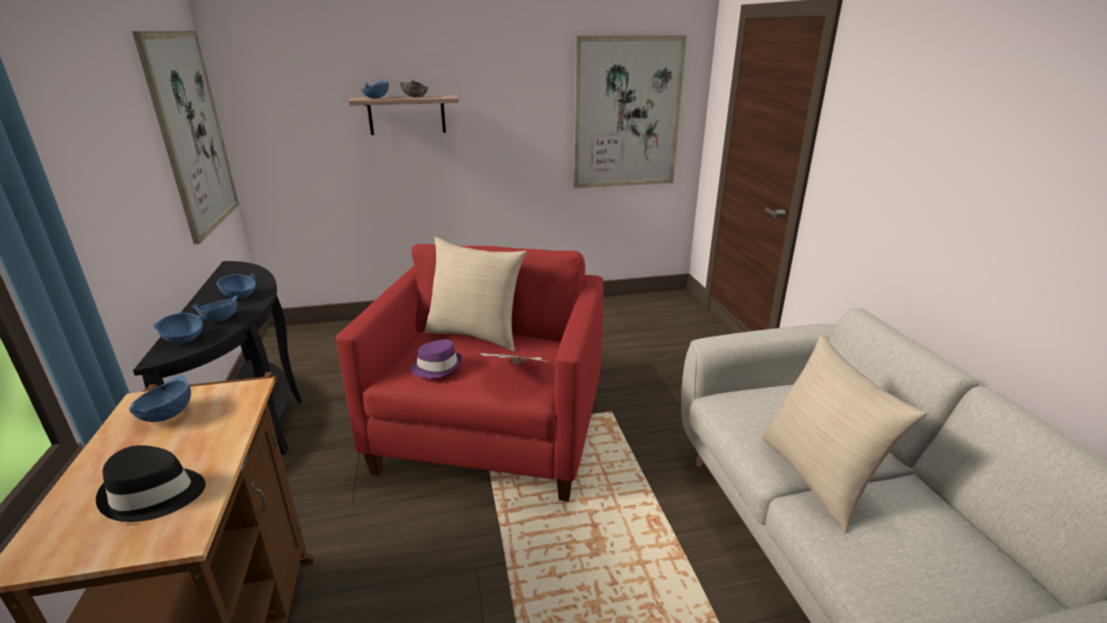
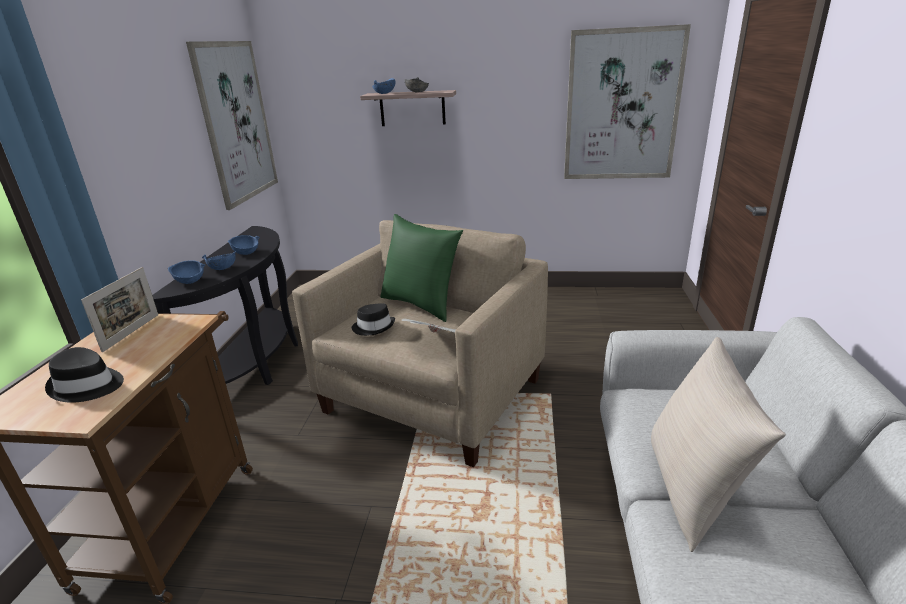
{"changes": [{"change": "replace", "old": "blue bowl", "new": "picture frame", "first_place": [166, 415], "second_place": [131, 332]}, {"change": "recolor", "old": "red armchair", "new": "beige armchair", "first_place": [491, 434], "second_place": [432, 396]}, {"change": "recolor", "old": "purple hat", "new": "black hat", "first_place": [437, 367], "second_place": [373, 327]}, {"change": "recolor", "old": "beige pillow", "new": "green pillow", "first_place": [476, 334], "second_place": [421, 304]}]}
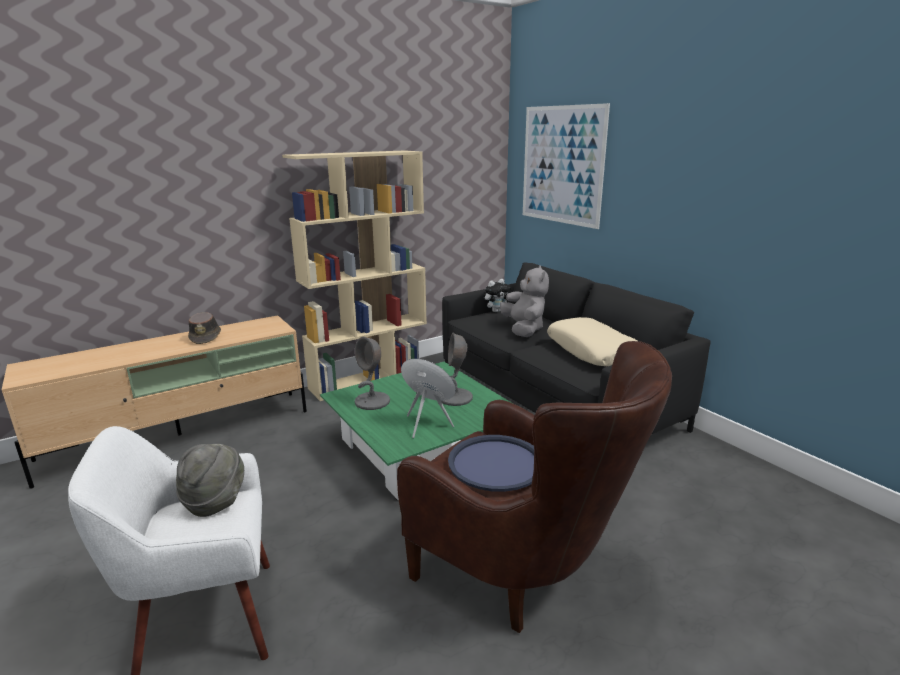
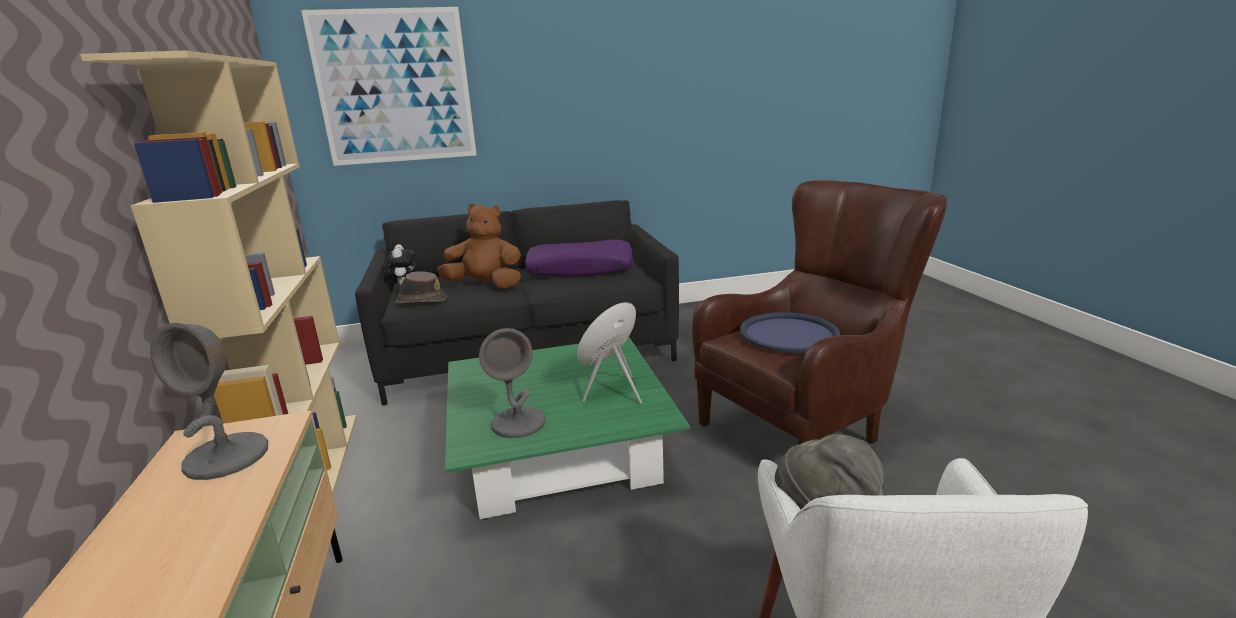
{"changes": [{"change": "move", "old": "grey table lamp", "first_place": [455, 398], "second_place": [227, 457]}, {"change": "move", "old": "brown hat", "first_place": [206, 337], "second_place": [421, 301]}, {"change": "recolor", "old": "grey plush toy", "new": "brown plush toy", "first_place": [524, 329], "second_place": [486, 285]}, {"change": "recolor", "old": "beige pillow", "new": "purple pillow", "first_place": [592, 351], "second_place": [580, 269]}]}
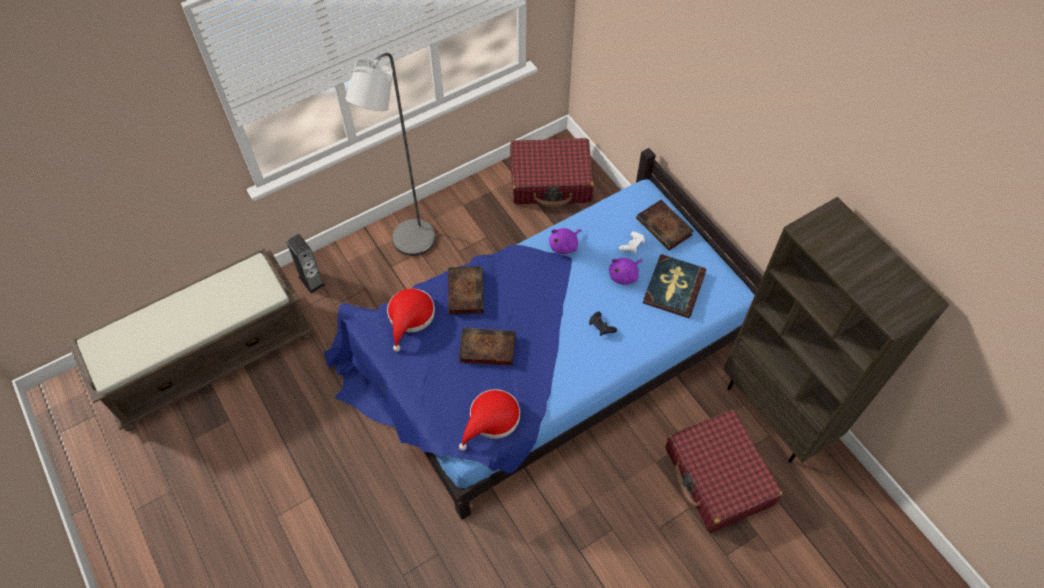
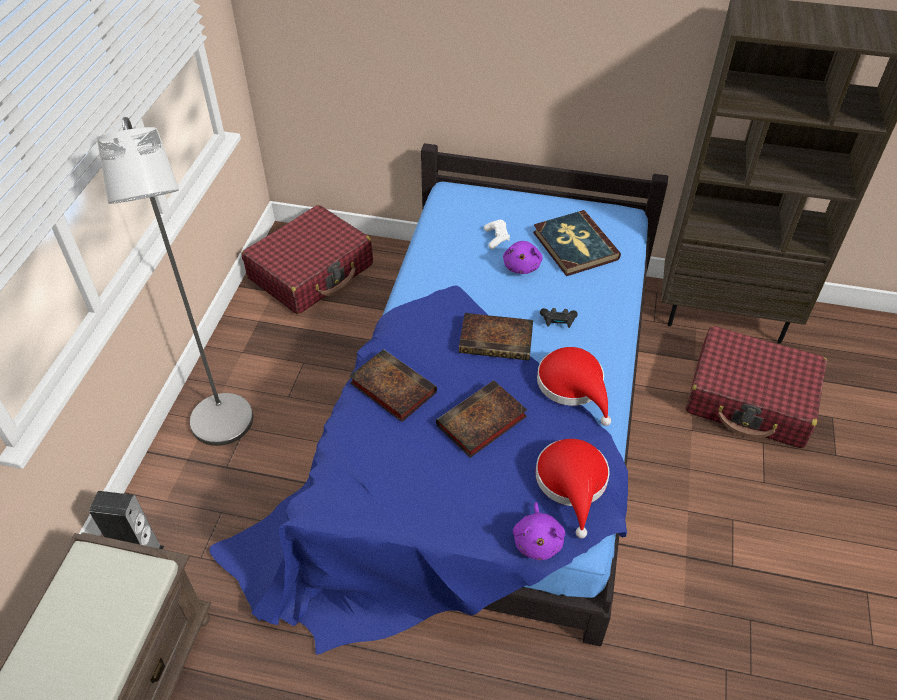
{"changes": [{"change": "move", "old": "book", "first_place": [665, 228], "second_place": [498, 340]}, {"change": "move", "old": "purple plush toy", "first_place": [564, 245], "second_place": [538, 541]}, {"change": "move", "old": "red hat", "first_place": [410, 317], "second_place": [573, 386]}]}
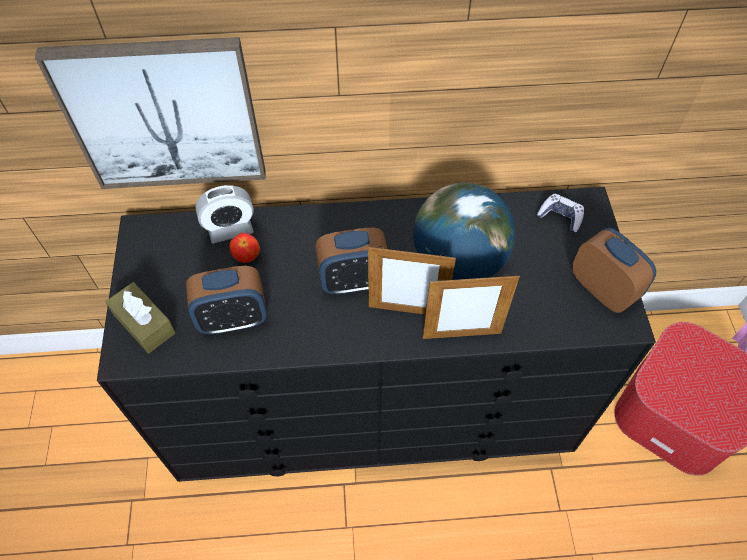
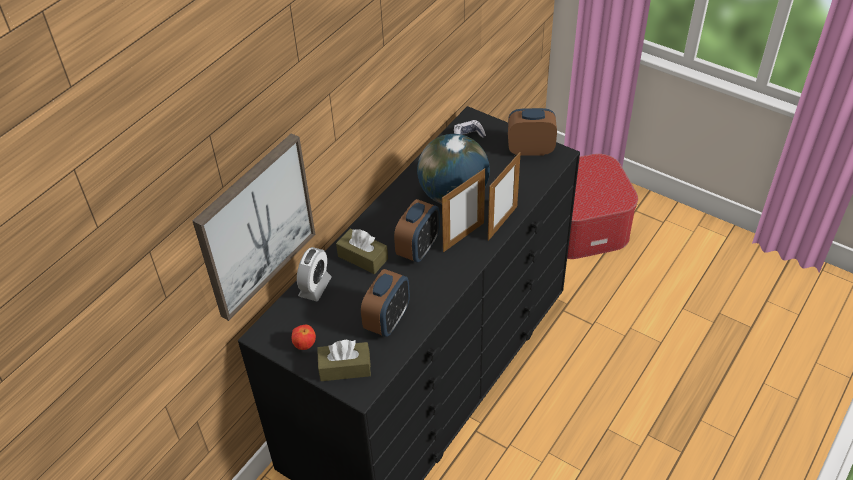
{"changes": [{"change": "move", "old": "apple", "first_place": [247, 257], "second_place": [305, 345]}, {"change": "insert", "new": "brown tissue box", "second_place": [363, 257]}]}
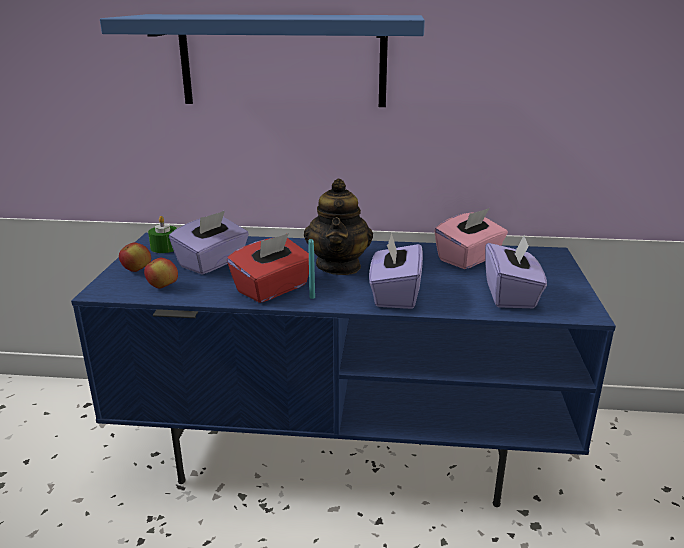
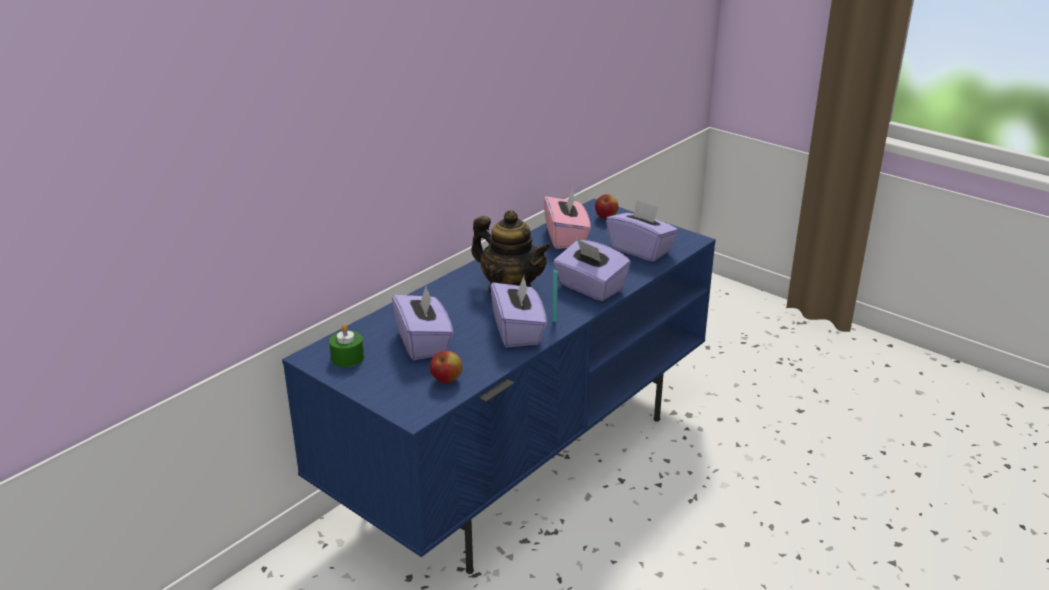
{"changes": [{"change": "recolor", "old": "red tissue box", "new": "purple tissue box", "first_place": [273, 289], "second_place": [518, 331]}, {"change": "move", "old": "apple", "first_place": [137, 270], "second_place": [606, 217]}, {"change": "delete", "old": "blue shelf", "first_place": [282, 61]}]}
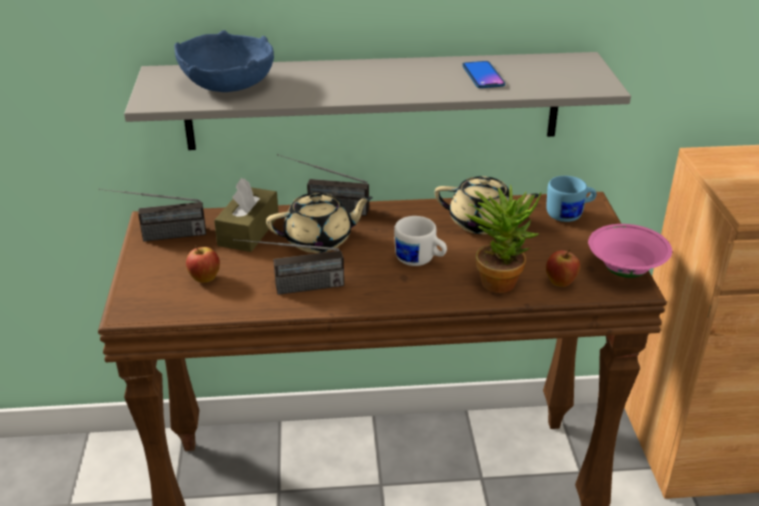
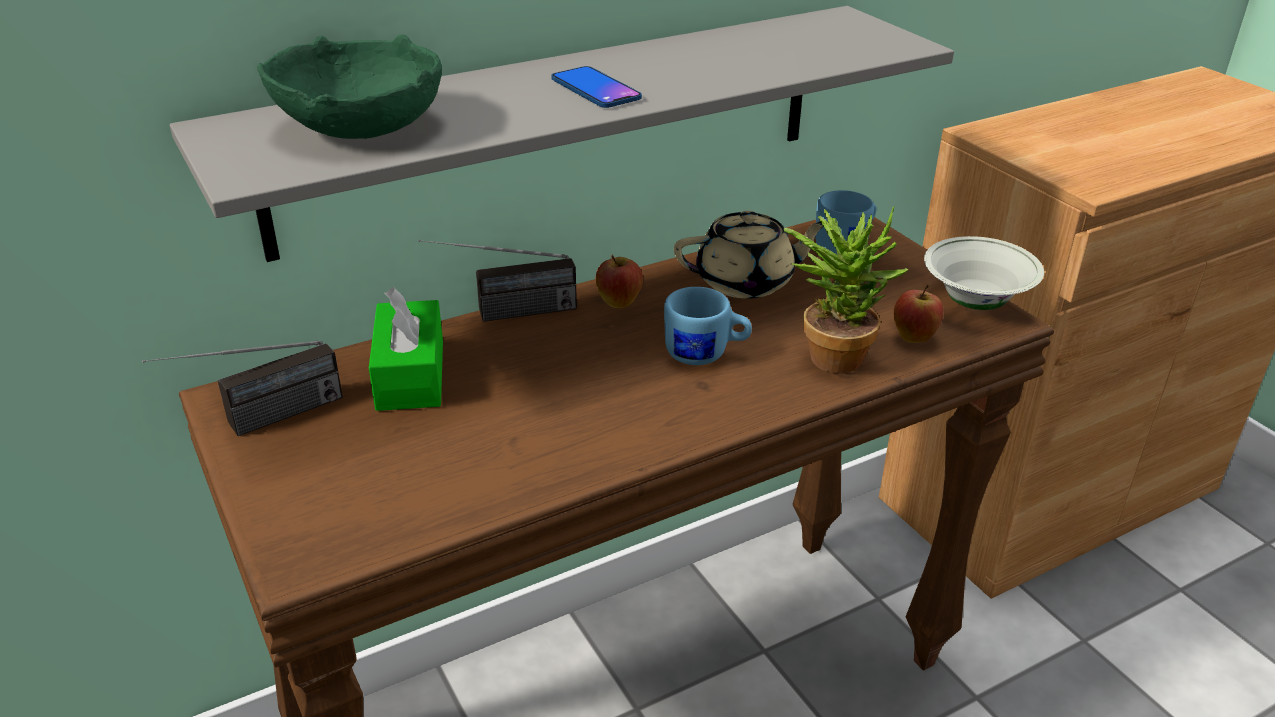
{"changes": [{"change": "recolor", "old": "blue bowl", "new": "green bowl", "first_place": [228, 84], "second_place": [362, 126]}, {"change": "recolor", "old": "brown tissue box", "new": "green tissue box", "first_place": [248, 231], "second_place": [410, 374]}, {"change": "move", "old": "phone", "first_place": [483, 76], "second_place": [595, 89]}, {"change": "move", "old": "apple", "first_place": [205, 279], "second_place": [619, 304]}, {"change": "recolor", "old": "white mug", "new": "blue mug", "first_place": [420, 260], "second_place": [706, 355]}, {"change": "recolor", "old": "pink bowl", "new": "white bowl", "first_place": [625, 271], "second_place": [975, 302]}, {"change": "delete", "old": "radio", "first_place": [291, 289]}, {"change": "delete", "old": "beige teapot", "first_place": [319, 240]}]}
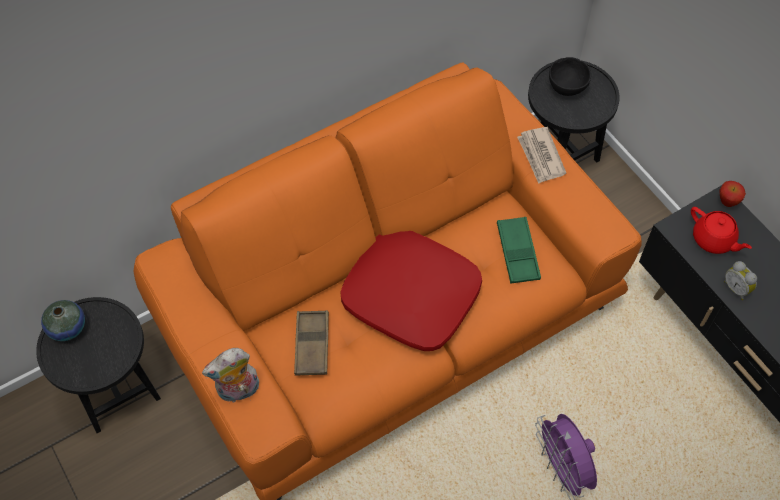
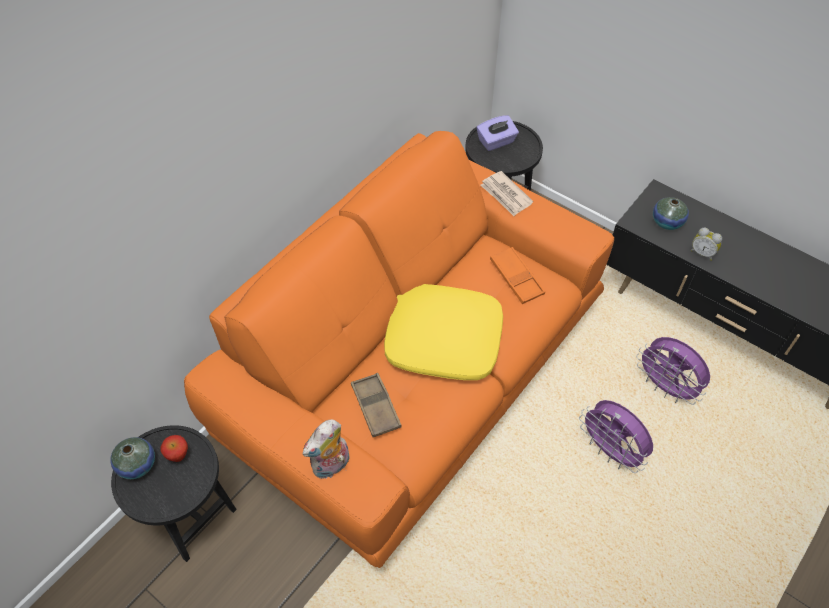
{"changes": [{"change": "move", "old": "apple", "first_place": [727, 202], "second_place": [178, 456]}, {"change": "recolor", "old": "red pillow", "new": "yellow pillow", "first_place": [411, 296], "second_place": [444, 339]}, {"change": "replace", "old": "black bowl", "new": "purple tissue box", "first_place": [567, 87], "second_place": [496, 142]}, {"change": "recolor", "old": "green tray", "new": "orange tray", "first_place": [517, 253], "second_place": [516, 278]}, {"change": "insert", "new": "purple fan", "second_place": [666, 387]}, {"change": "replace", "old": "red teapot", "new": "vase", "first_place": [713, 240], "second_place": [667, 222]}]}
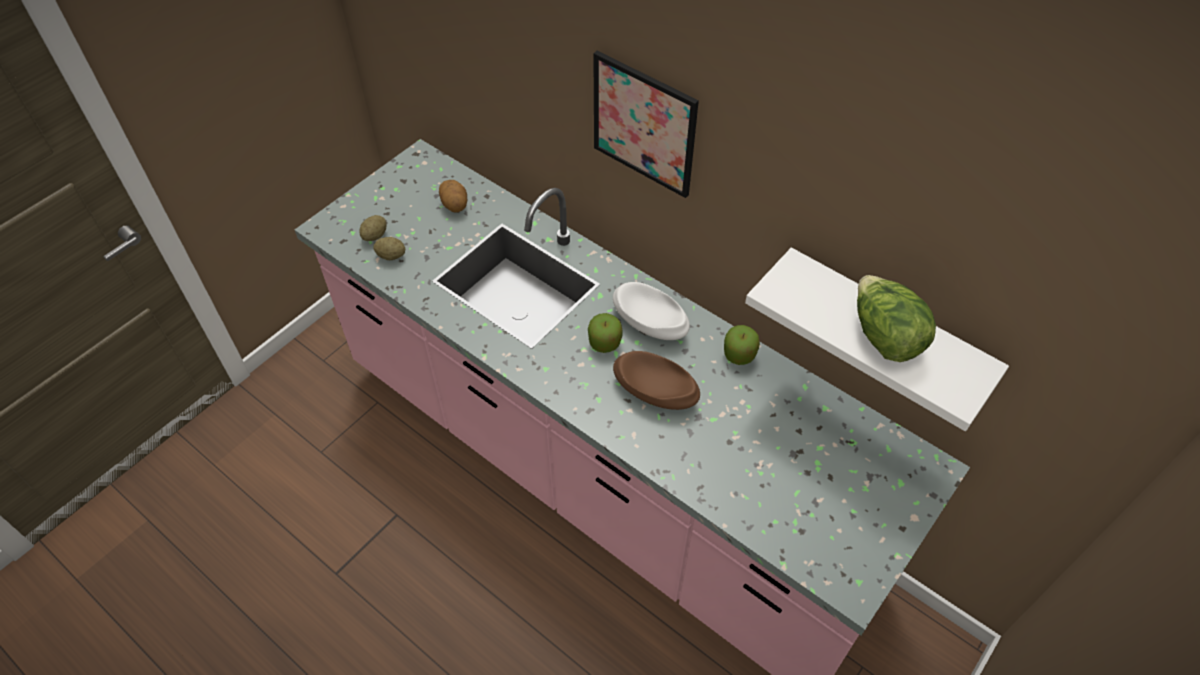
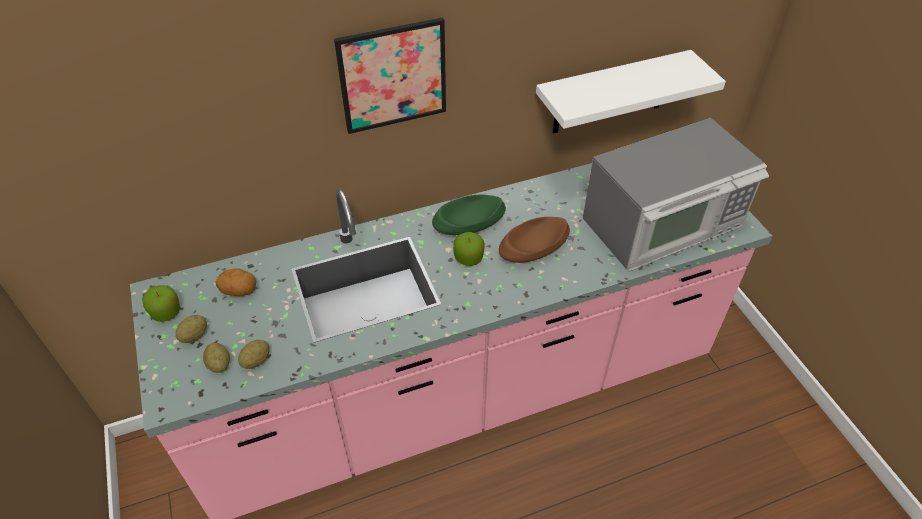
{"changes": [{"change": "move", "old": "apple", "first_place": [739, 354], "second_place": [166, 312]}, {"change": "insert", "new": "potato", "second_place": [194, 336]}, {"change": "recolor", "old": "white bowl", "new": "green bowl", "first_place": [650, 322], "second_place": [469, 225]}, {"change": "insert", "new": "microwave", "second_place": [664, 224]}, {"change": "delete", "old": "lettuce", "first_place": [883, 337]}]}
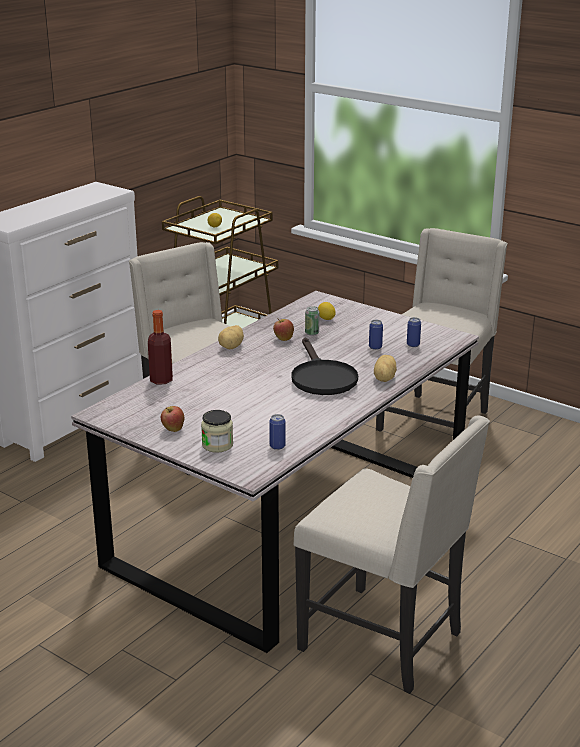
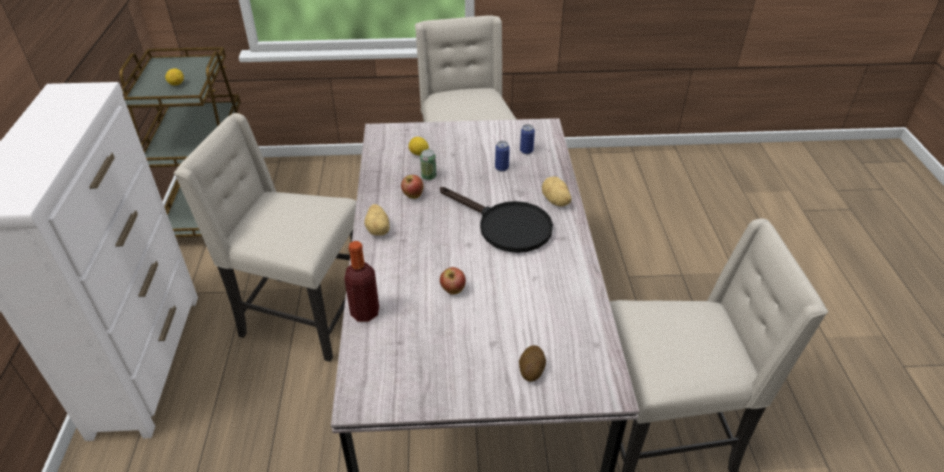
{"changes": [{"change": "move", "old": "apple", "first_place": [173, 429], "second_place": [453, 290]}, {"change": "replace", "old": "jar", "new": "potato", "first_place": [217, 445], "second_place": [531, 370]}, {"change": "delete", "old": "can", "first_place": [277, 446]}]}
